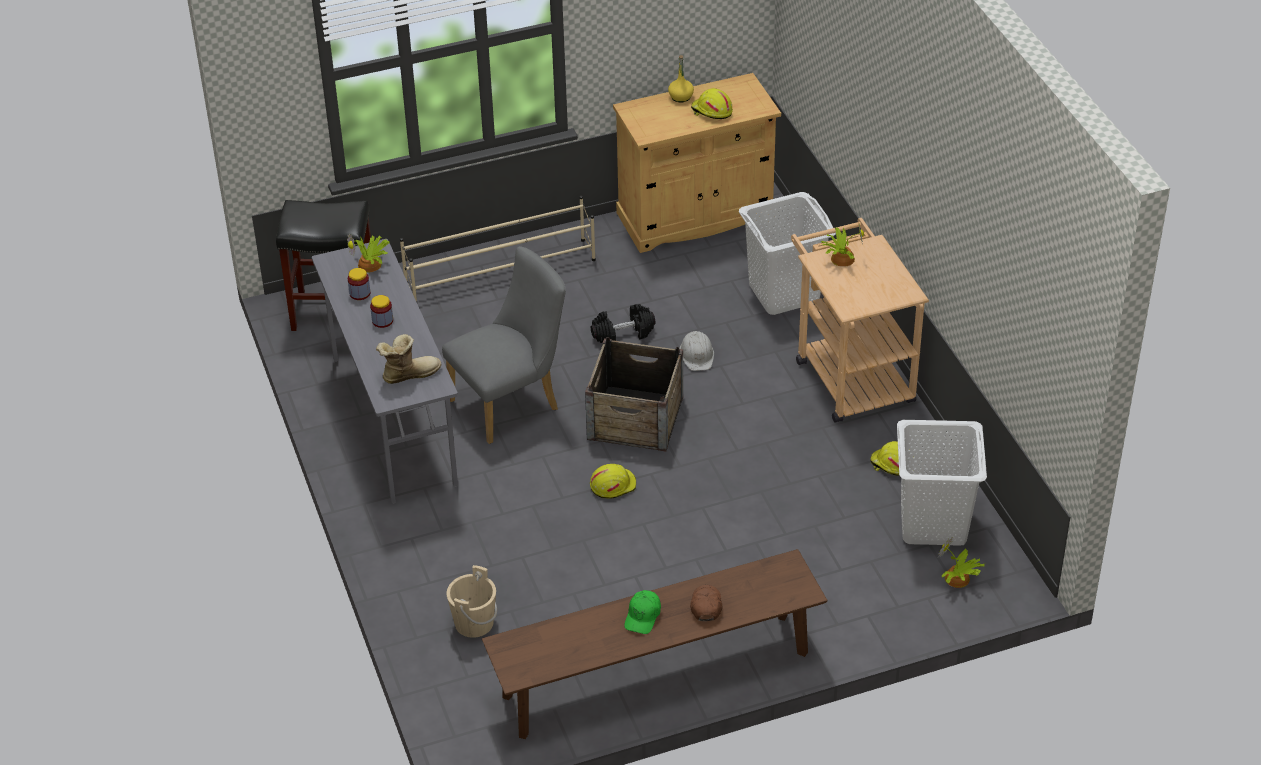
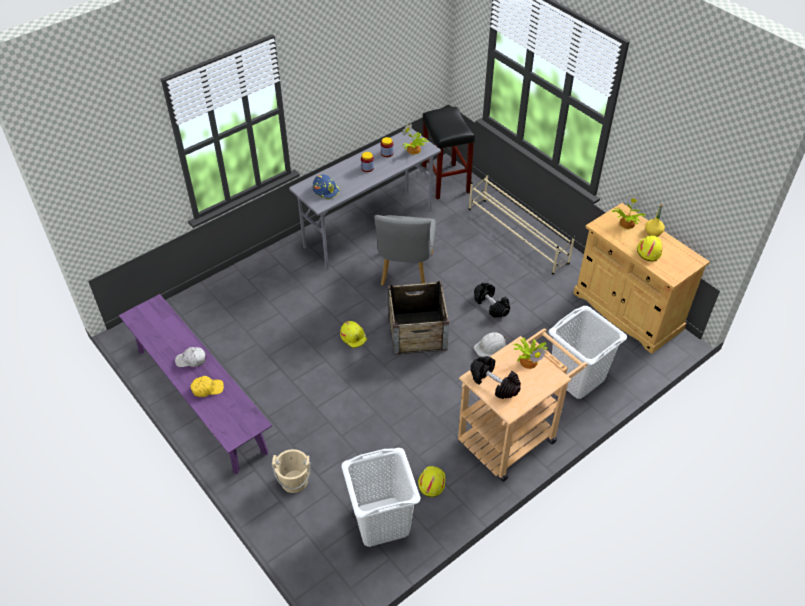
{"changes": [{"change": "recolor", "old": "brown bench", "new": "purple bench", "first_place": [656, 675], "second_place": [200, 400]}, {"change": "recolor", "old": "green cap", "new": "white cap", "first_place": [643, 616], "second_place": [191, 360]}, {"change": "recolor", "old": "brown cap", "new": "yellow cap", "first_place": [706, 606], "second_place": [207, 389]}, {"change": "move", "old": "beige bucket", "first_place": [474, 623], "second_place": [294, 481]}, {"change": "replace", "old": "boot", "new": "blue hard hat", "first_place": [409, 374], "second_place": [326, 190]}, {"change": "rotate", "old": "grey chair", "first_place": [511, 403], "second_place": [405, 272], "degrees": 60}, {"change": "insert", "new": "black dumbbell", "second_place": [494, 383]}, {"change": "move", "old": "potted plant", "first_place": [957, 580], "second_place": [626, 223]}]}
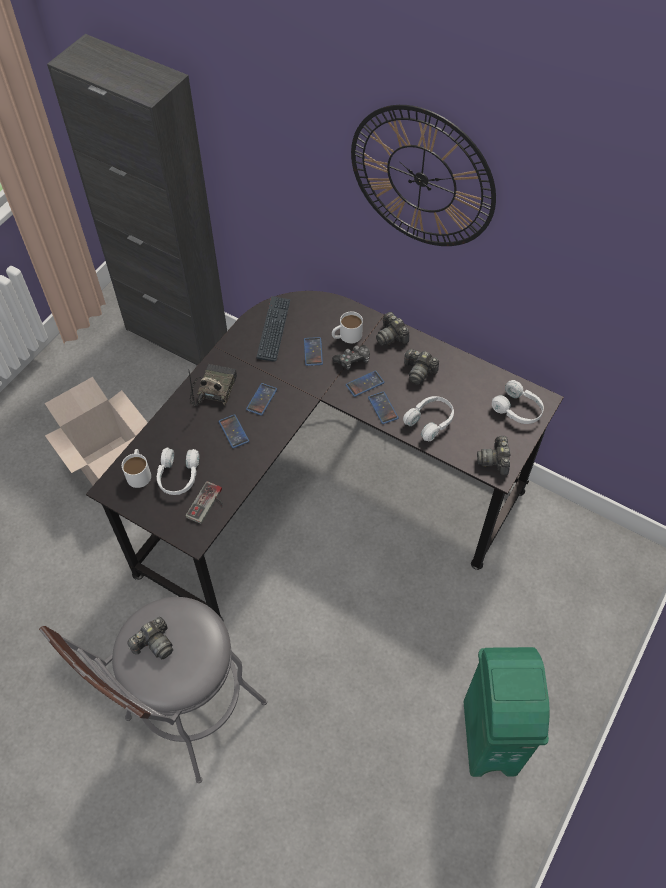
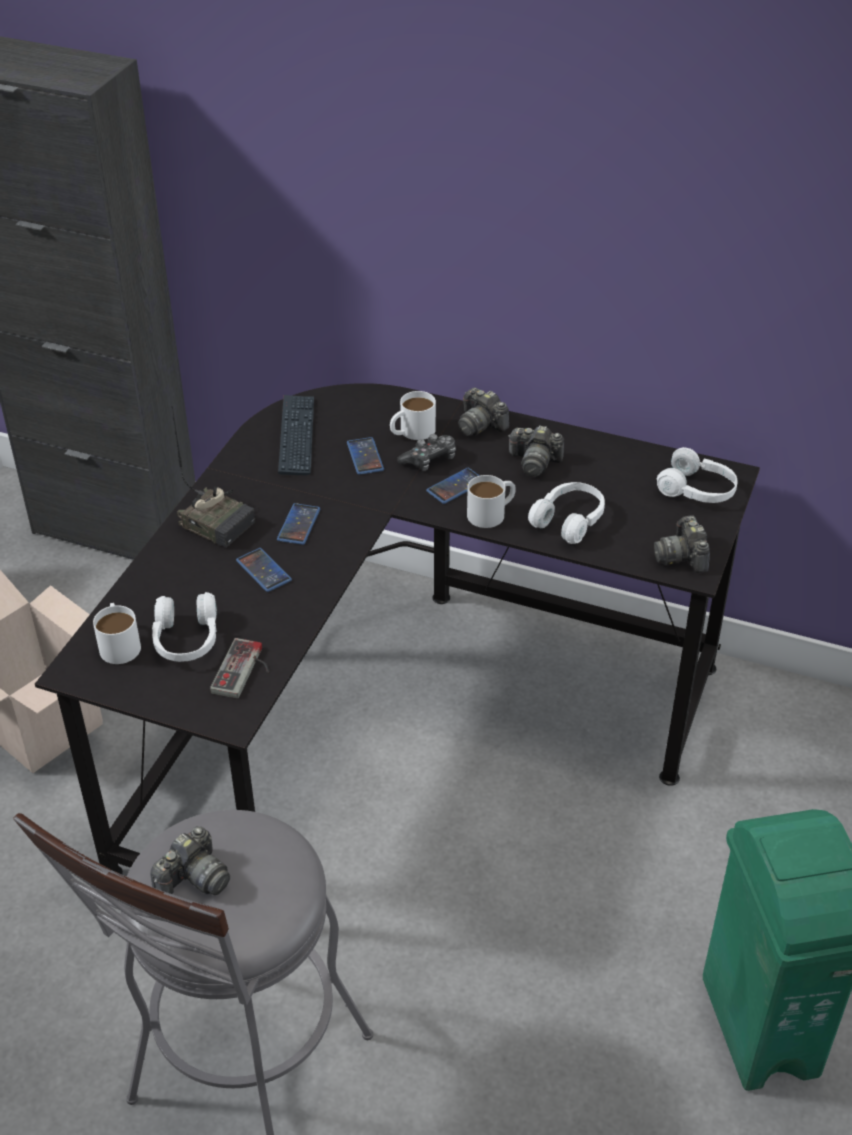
{"changes": [{"change": "rotate", "old": "radio", "first_place": [213, 389], "second_place": [218, 521], "degrees": 120}, {"change": "replace", "old": "phone", "new": "white mug", "first_place": [383, 408], "second_place": [492, 512]}, {"change": "delete", "old": "wall clock", "first_place": [421, 179]}]}
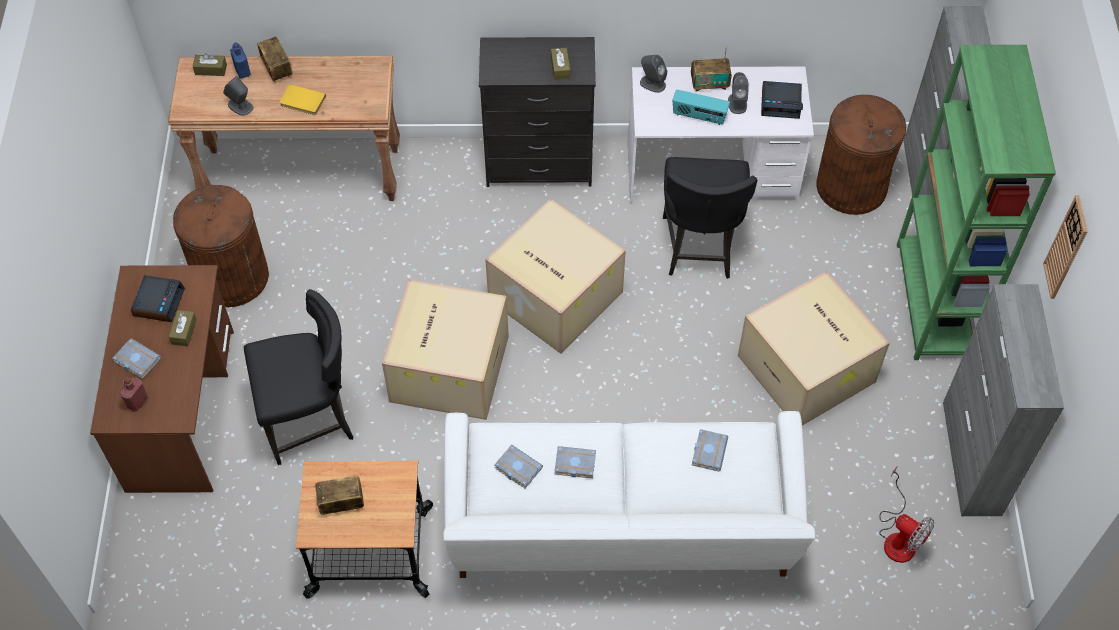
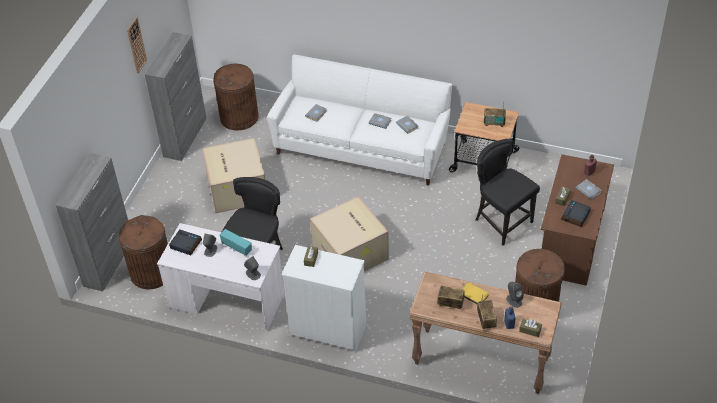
{"changes": [{"change": "replace", "old": "fan", "new": "brown trash can", "first_place": [898, 536], "second_place": [239, 117]}, {"change": "recolor", "old": "black dresser", "new": "white dresser", "first_place": [540, 165], "second_place": [328, 330]}, {"change": "move", "old": "radio", "first_place": [709, 83], "second_place": [450, 303]}, {"change": "rotate", "old": "black chair", "first_place": [311, 421], "second_place": [502, 221], "degrees": 45}, {"change": "delete", "old": "cardboard box", "first_place": [448, 367]}, {"change": "delete", "old": "green bookcase", "first_place": [933, 301]}]}
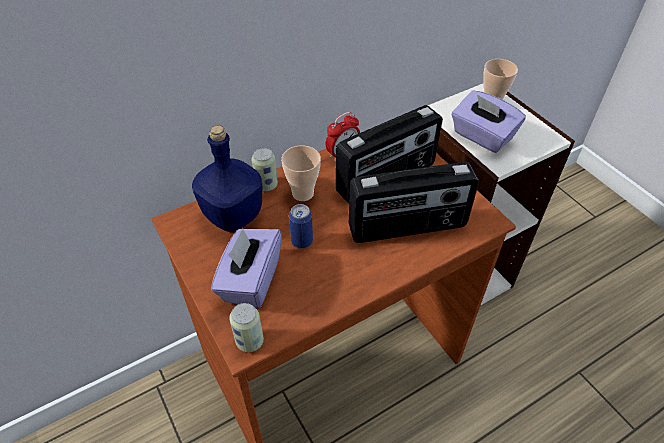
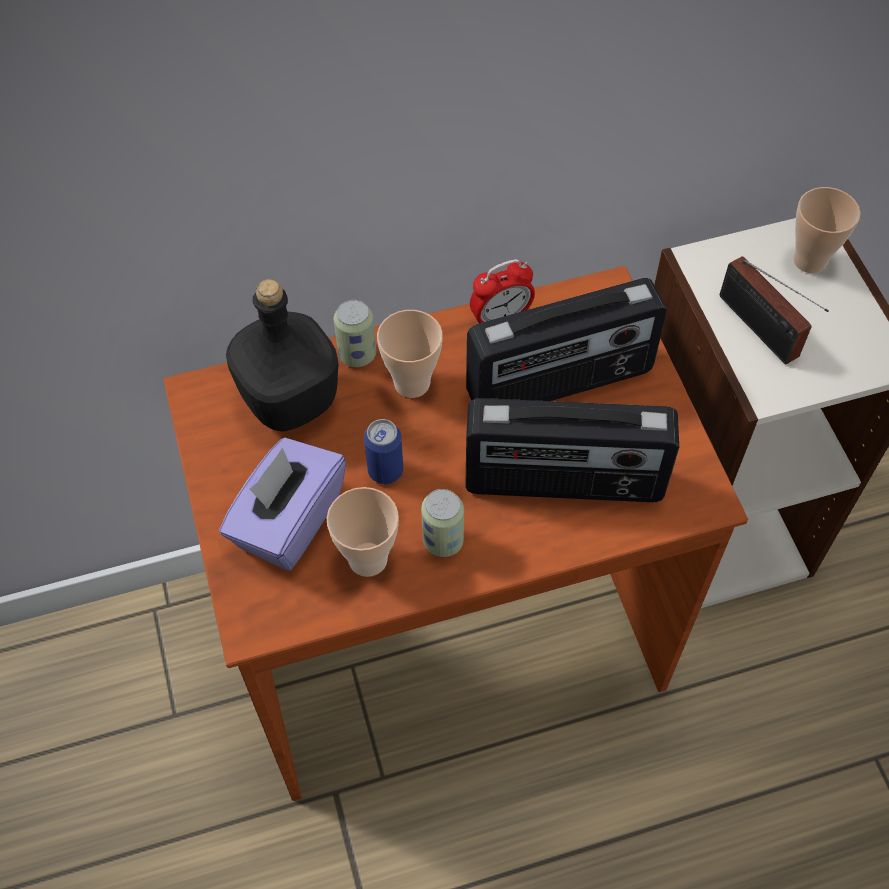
{"changes": [{"change": "recolor", "old": "blue bottle", "new": "black bottle", "first_place": [234, 216], "second_place": [292, 402]}, {"change": "insert", "new": "cup", "second_place": [368, 559]}, {"change": "move", "old": "can", "first_place": [249, 341], "second_place": [443, 541]}, {"change": "replace", "old": "purple tissue box", "new": "radio", "first_place": [482, 136], "second_place": [761, 331]}]}
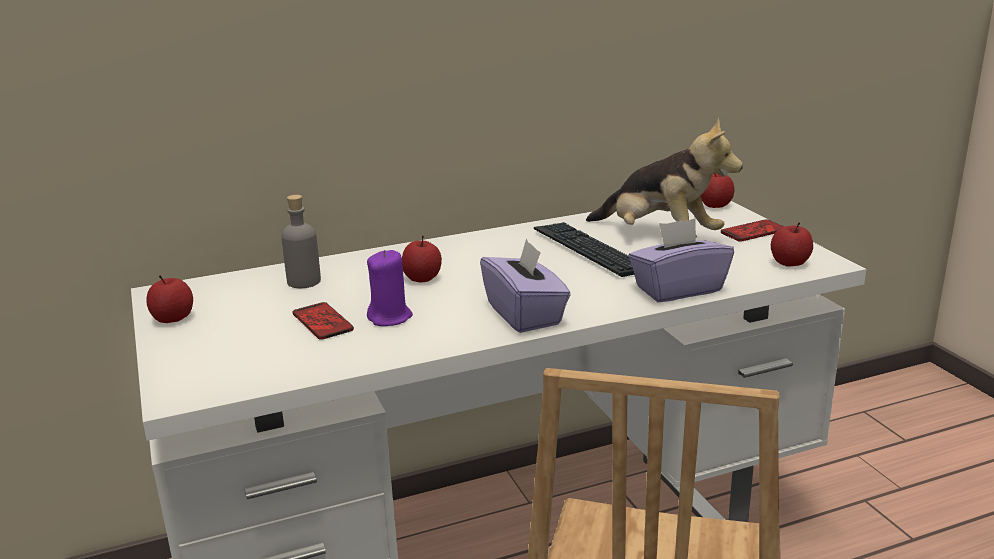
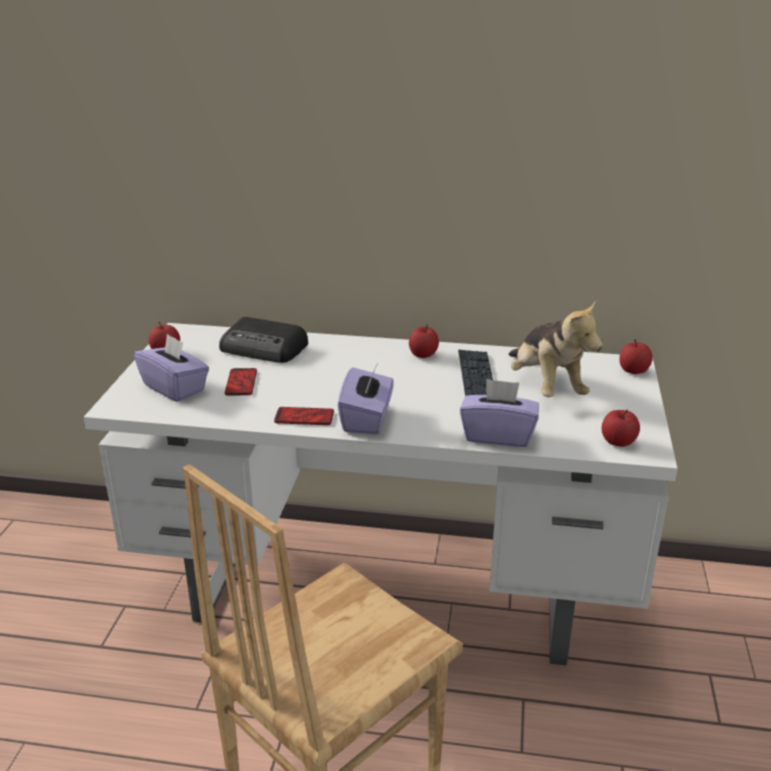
{"changes": [{"change": "insert", "new": "purple tissue box", "second_place": [175, 388]}, {"change": "replace", "old": "grey bottle", "new": "radio", "first_place": [304, 281], "second_place": [264, 348]}, {"change": "move", "old": "phone", "first_place": [753, 232], "second_place": [304, 417]}, {"change": "move", "old": "apple", "first_place": [422, 278], "second_place": [423, 354]}, {"change": "delete", "old": "purple candle", "first_place": [390, 317]}]}
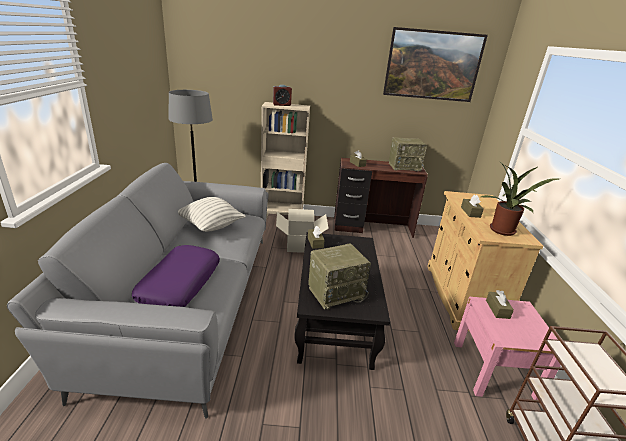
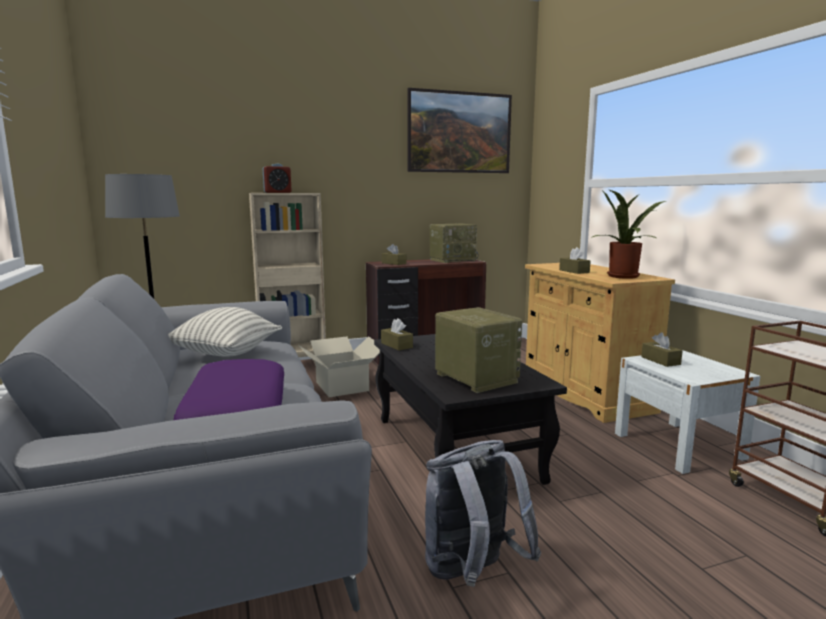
{"changes": [{"change": "insert", "new": "grey backpack", "second_place": [472, 574]}, {"change": "rotate", "old": "radio", "first_place": [336, 292], "second_place": [474, 378], "degrees": -75}, {"change": "recolor", "old": "pink nightstand", "new": "white nightstand", "first_place": [494, 369], "second_place": [678, 445]}]}
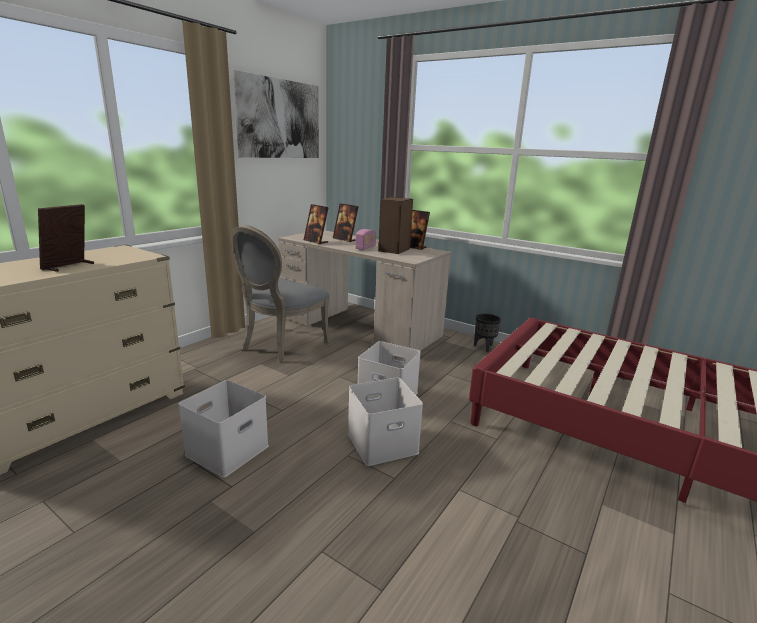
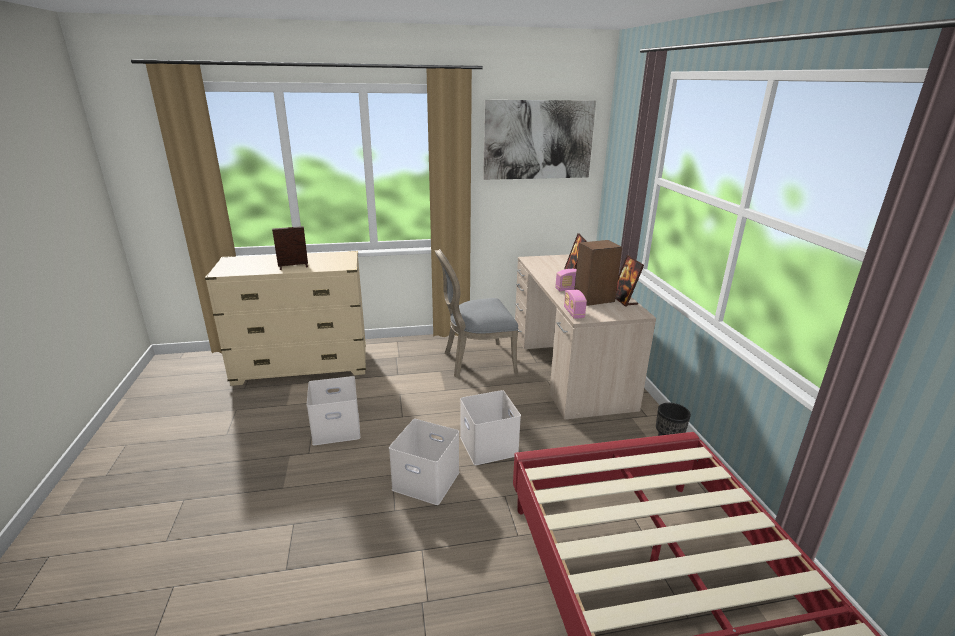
{"changes": [{"change": "insert", "new": "radio", "second_place": [573, 313]}, {"change": "delete", "old": "picture frame", "first_place": [316, 241]}]}
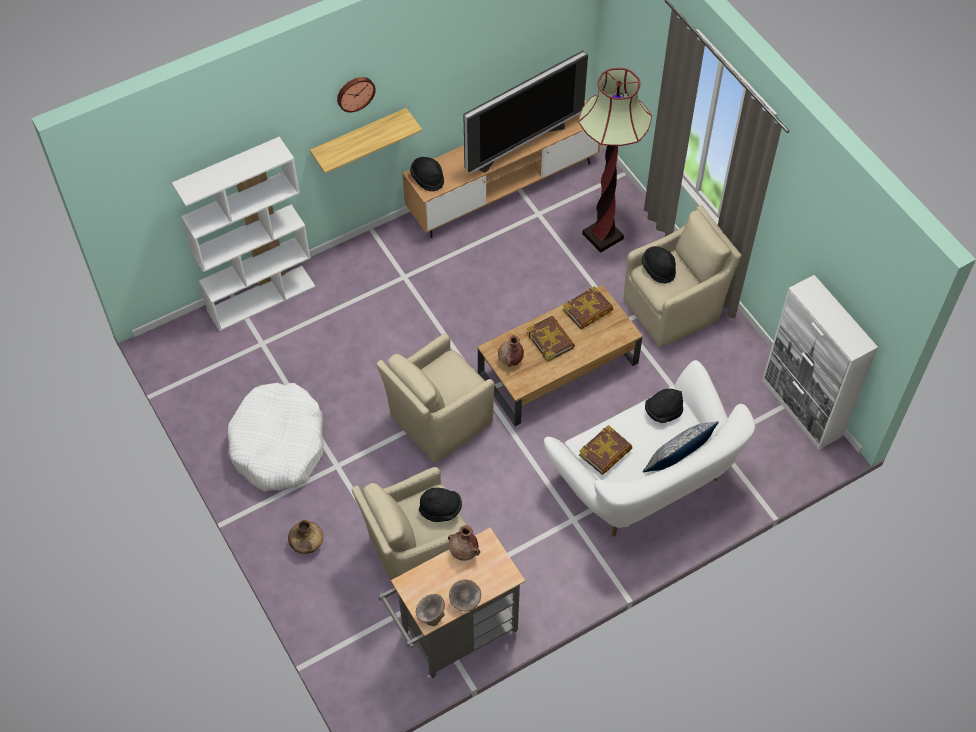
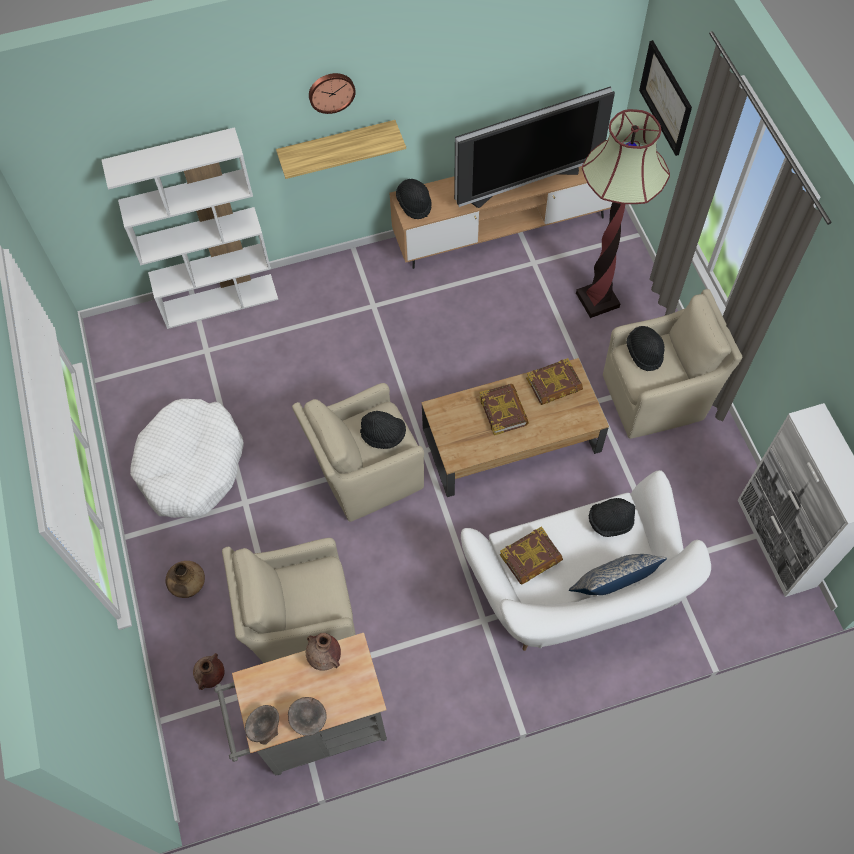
{"changes": [{"change": "move", "old": "brown vase", "first_place": [510, 360], "second_place": [211, 676]}, {"change": "move", "old": "black hat", "first_place": [441, 509], "second_place": [383, 435]}, {"change": "insert", "new": "picture", "second_place": [666, 98]}]}
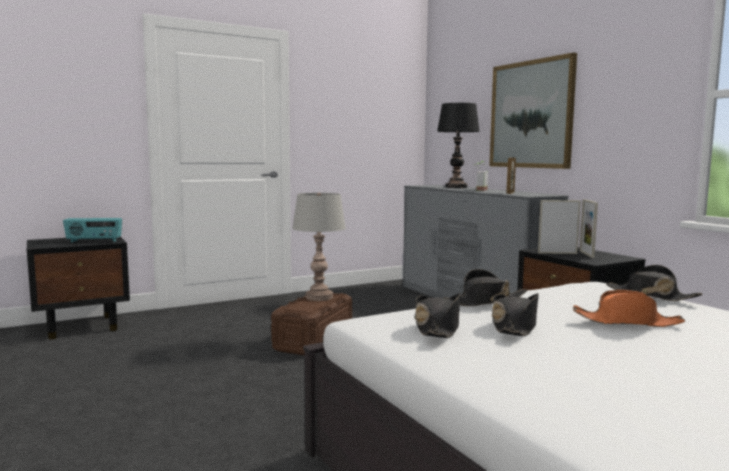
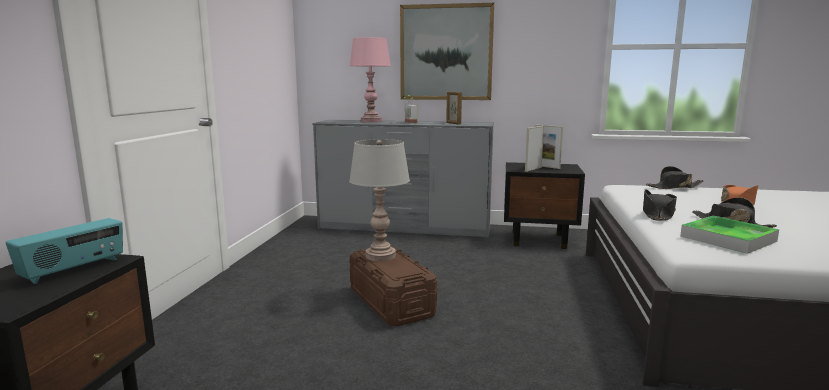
{"changes": [{"change": "recolor", "old": "black table lamp", "new": "pink table lamp", "first_place": [456, 187], "second_place": [371, 121]}, {"change": "replace", "old": "black hat", "new": "tray", "first_place": [437, 327], "second_place": [728, 239]}]}
